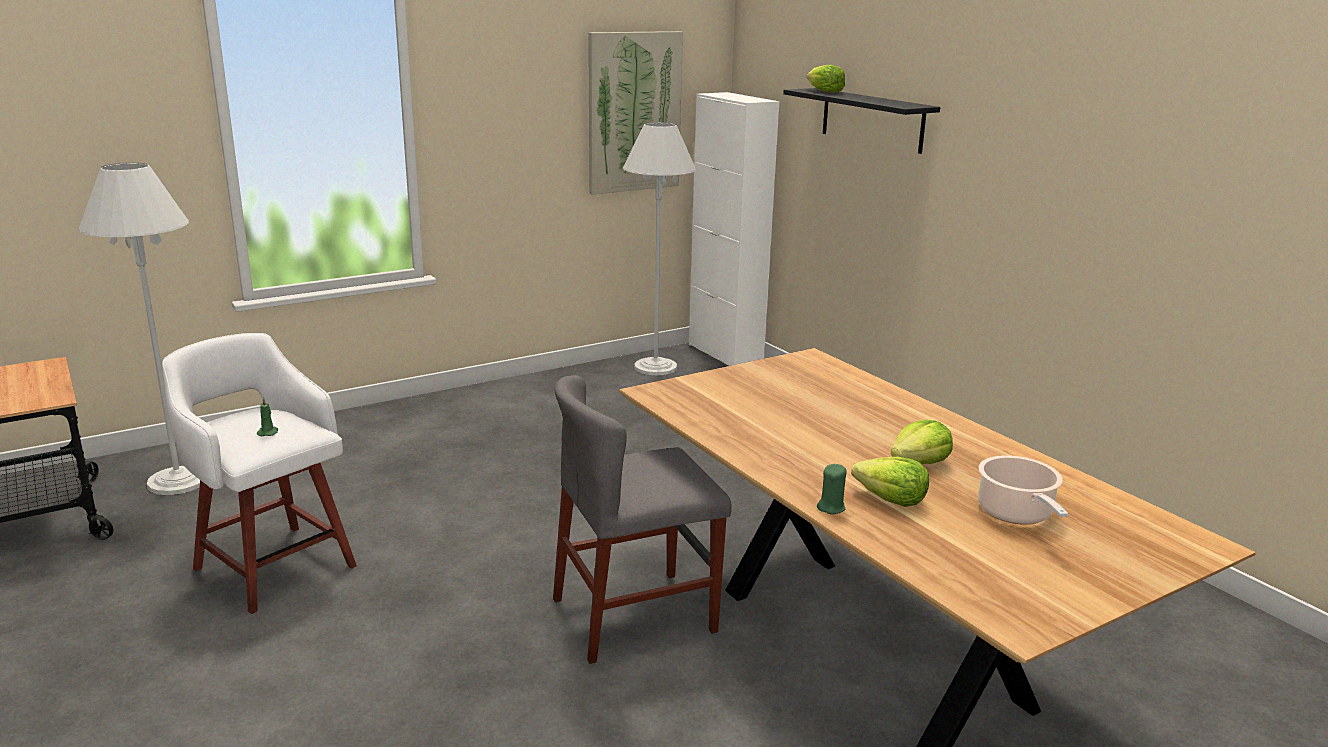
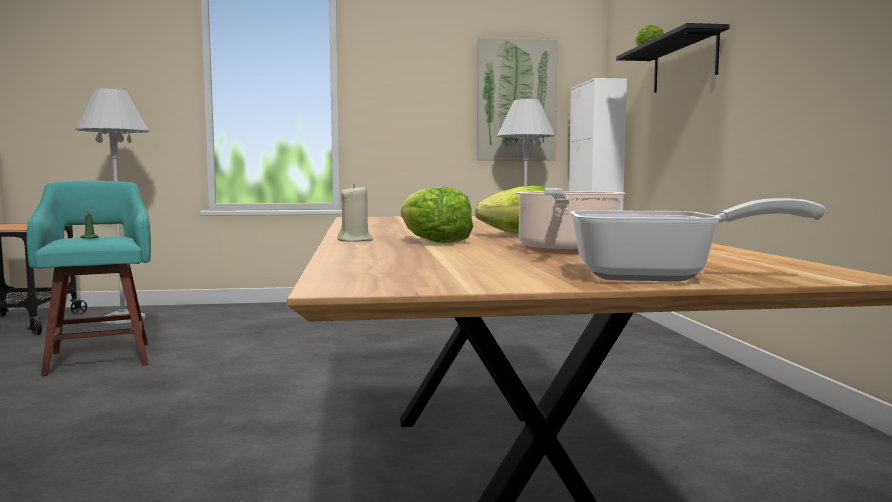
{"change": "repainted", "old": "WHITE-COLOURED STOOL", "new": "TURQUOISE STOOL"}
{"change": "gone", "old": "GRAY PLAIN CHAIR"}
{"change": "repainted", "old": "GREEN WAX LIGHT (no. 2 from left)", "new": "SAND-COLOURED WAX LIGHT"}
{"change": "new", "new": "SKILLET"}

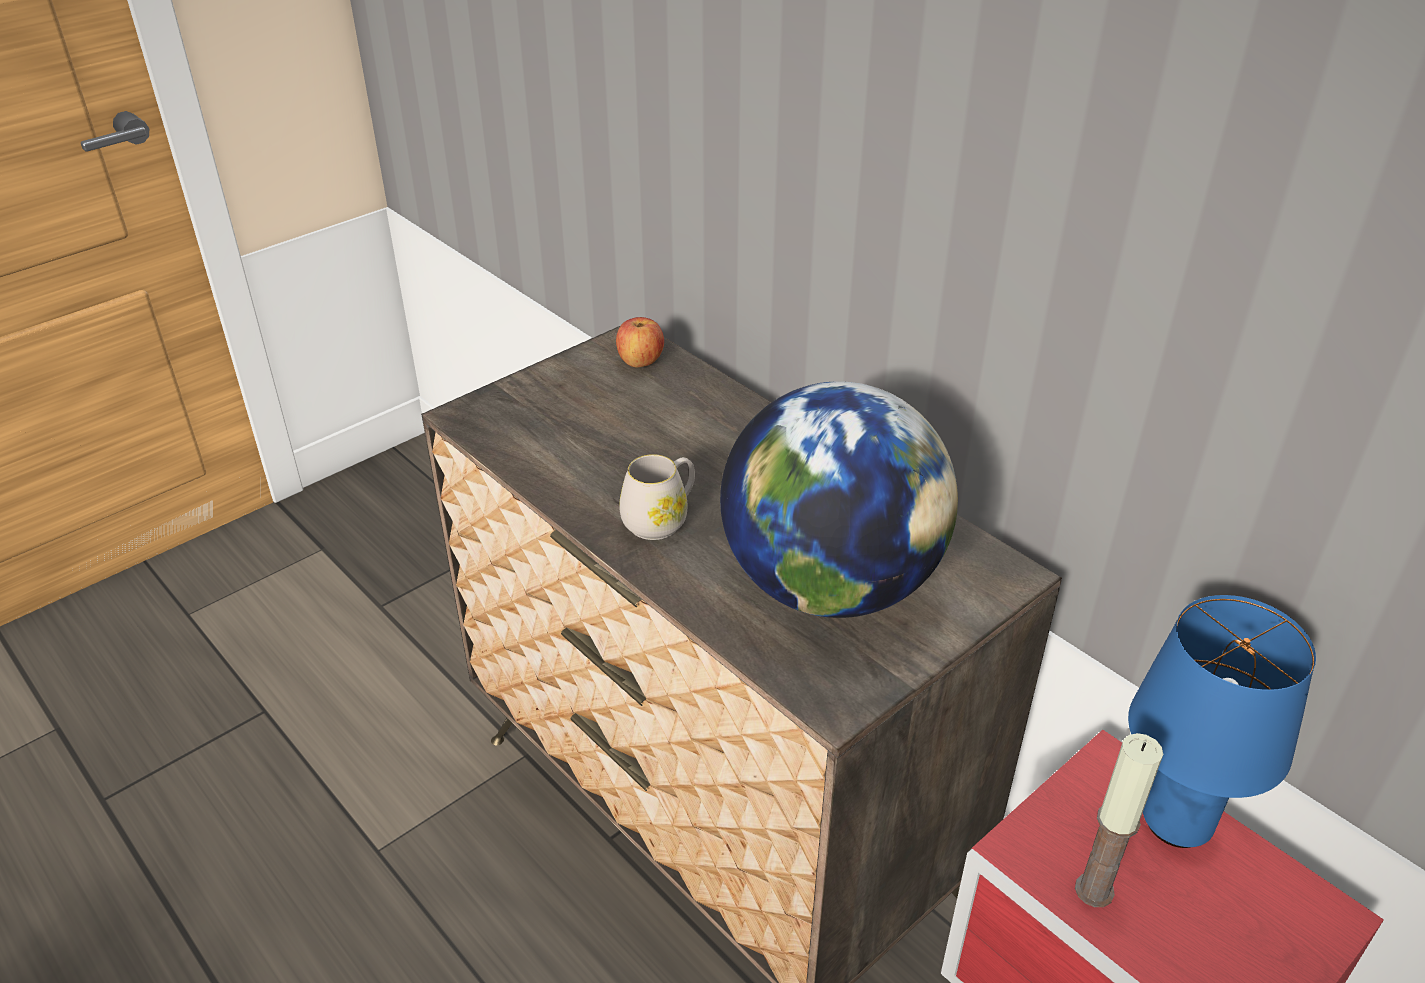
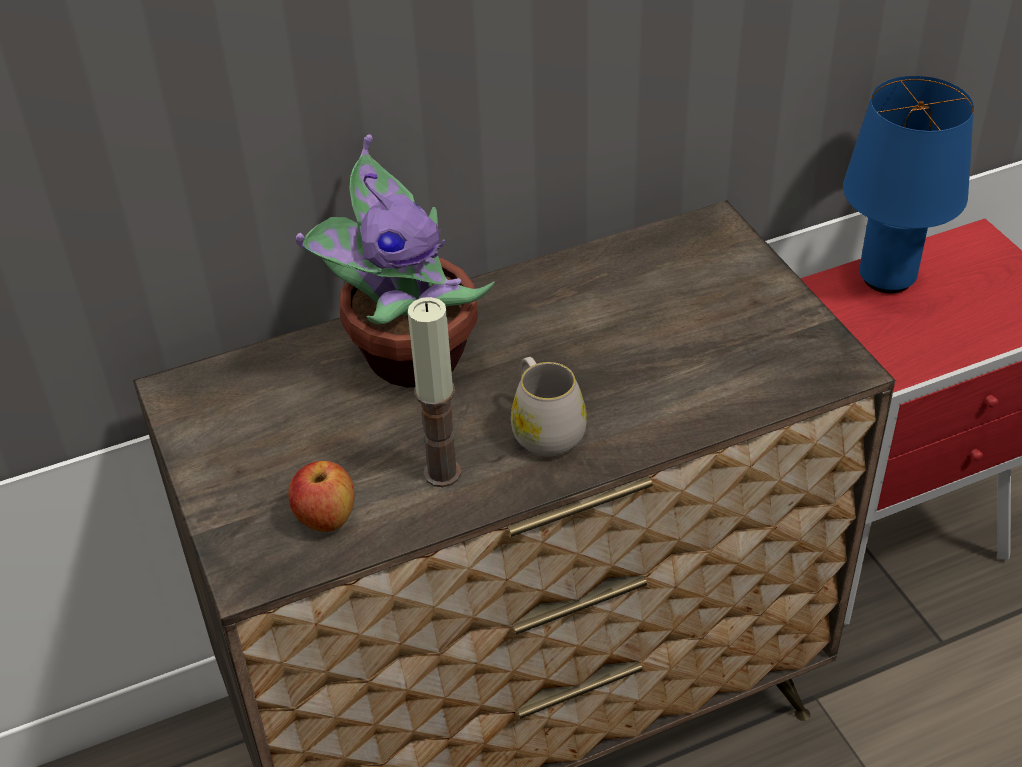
{"change": "shifted", "old": "APPLE"}
{"change": "gone", "old": "GLOBE"}
{"change": "shifted", "old": "WAX LIGHT"}
{"change": "new", "new": "POTTED PLANT"}

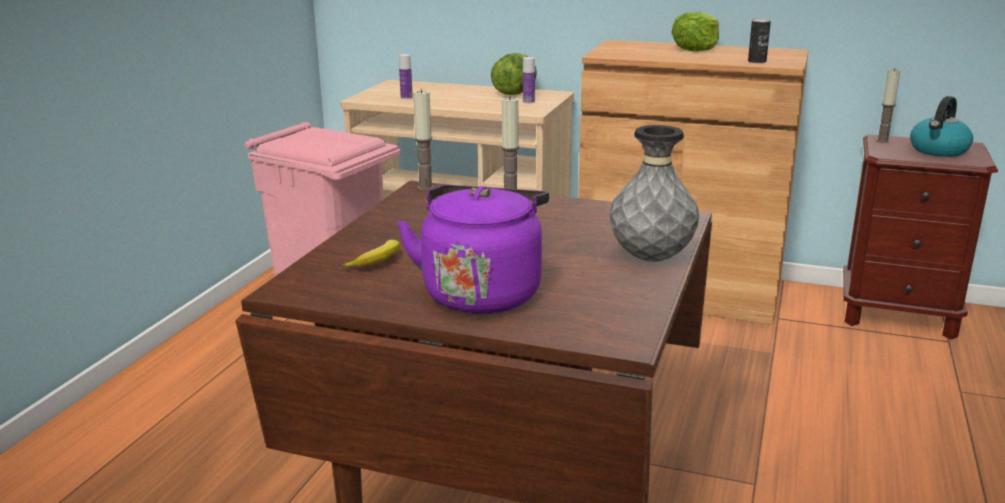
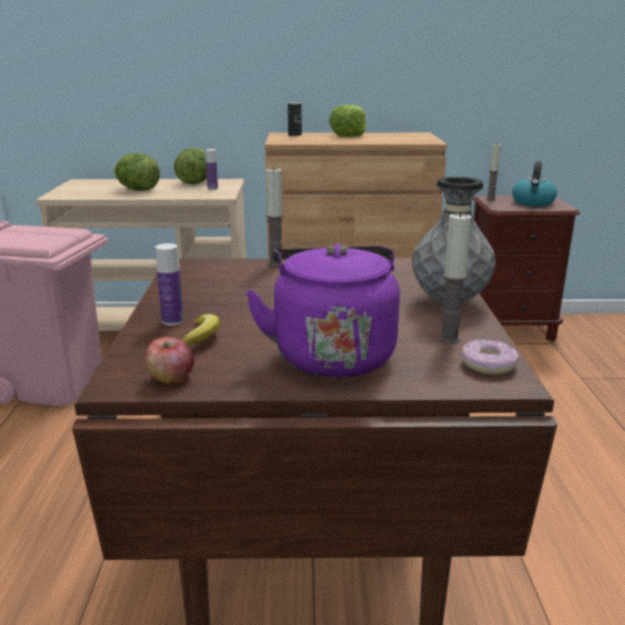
{"change": "shifted", "old": "METAL CAN"}
{"change": "shifted", "old": "DRINK BOTTLE (no. 1 from left)"}
{"change": "shifted", "old": "WAX LIGHT (no. 1 from left in the first image)", "new": "WAX LIGHT (no. 2 from left)"}
{"change": "new", "new": "HEAD OF LETTUCE (no. 1 from left)"}
{"change": "new", "new": "APPLE"}
{"change": "new", "new": "DONUT"}

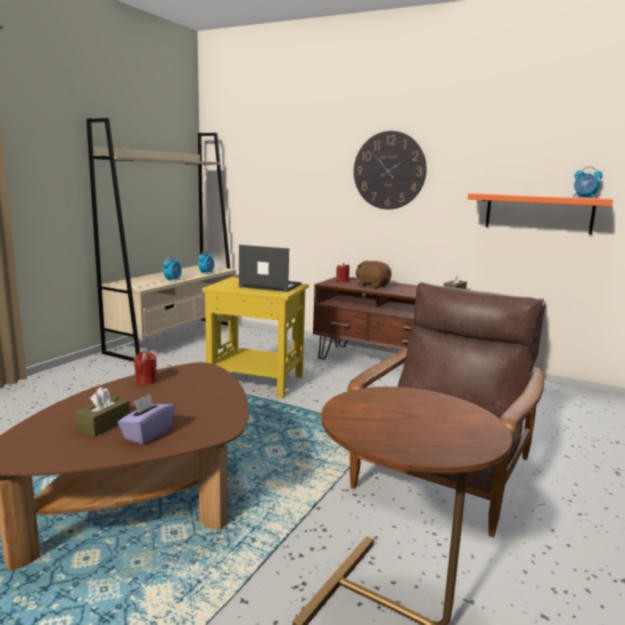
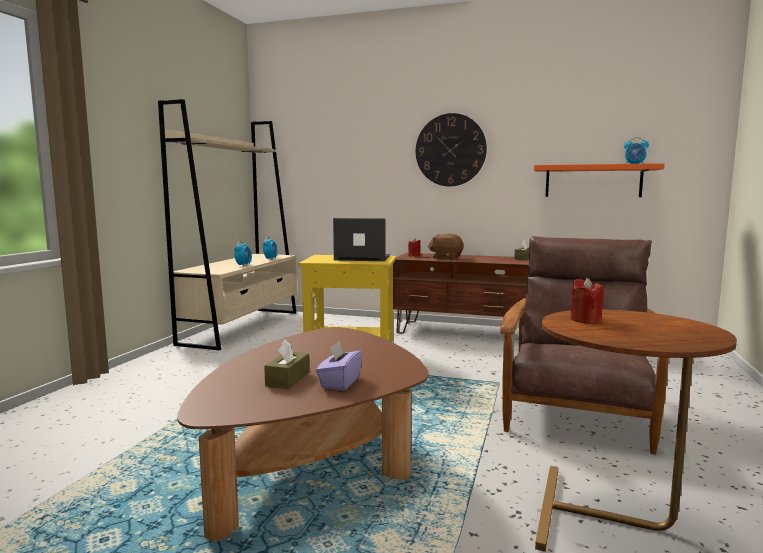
{"change": "shifted", "old": "RED WAX LIGHT (no. 1 from left in the first image)", "new": "RED WAX LIGHT (no. 2 from left)"}

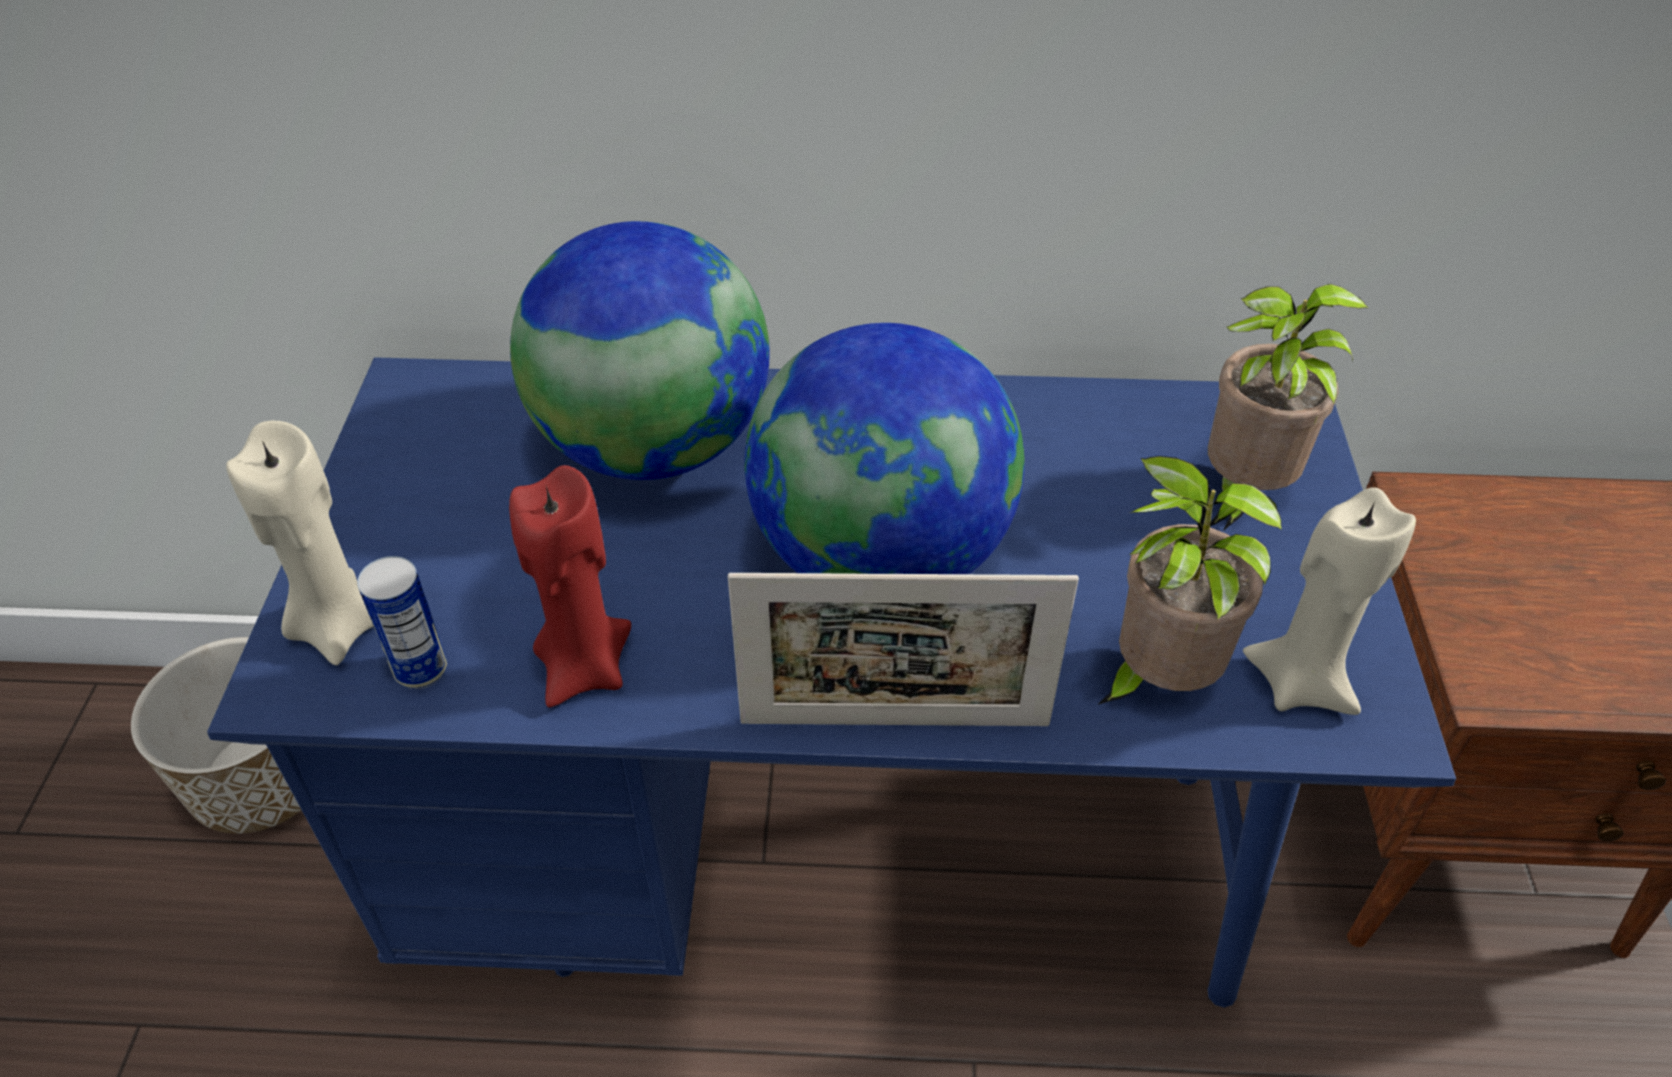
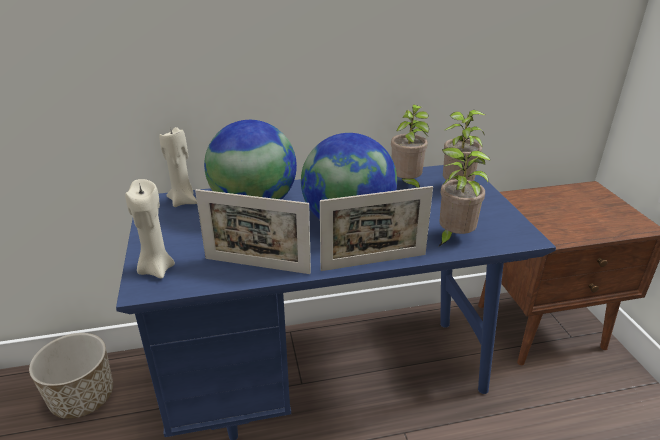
{"change": "swapped", "old": "RED WAX LIGHT", "new": "PHOTO FRAME (no. 1 from left)"}
{"change": "shifted", "old": "SAND-COLOURED WAX LIGHT (no. 2 from left)"}
{"change": "gone", "old": "METAL CAN"}
{"change": "new", "new": "POTTED PLANT (no. 1 from left)"}

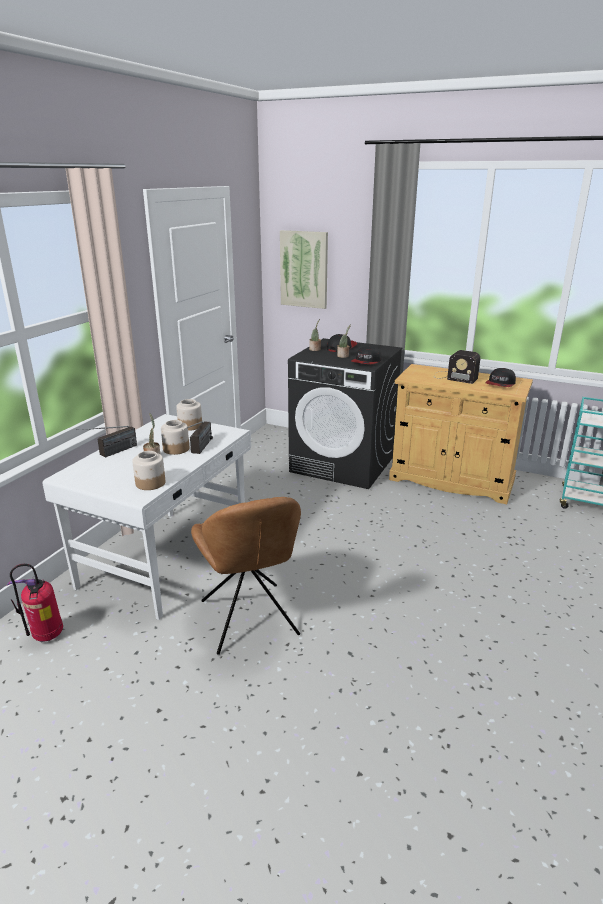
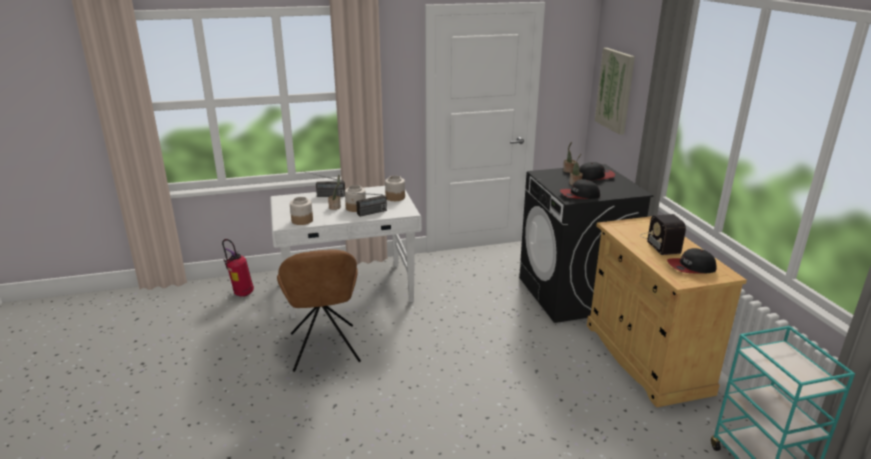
{"change": "rotated", "old": "BROWNISH PLAIN CHAIR", "degrees": -45}

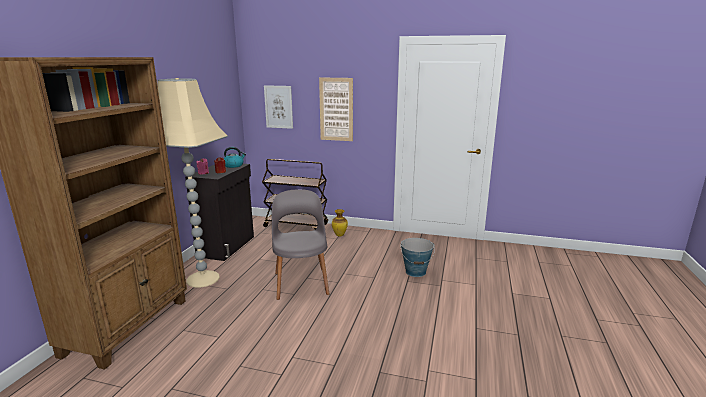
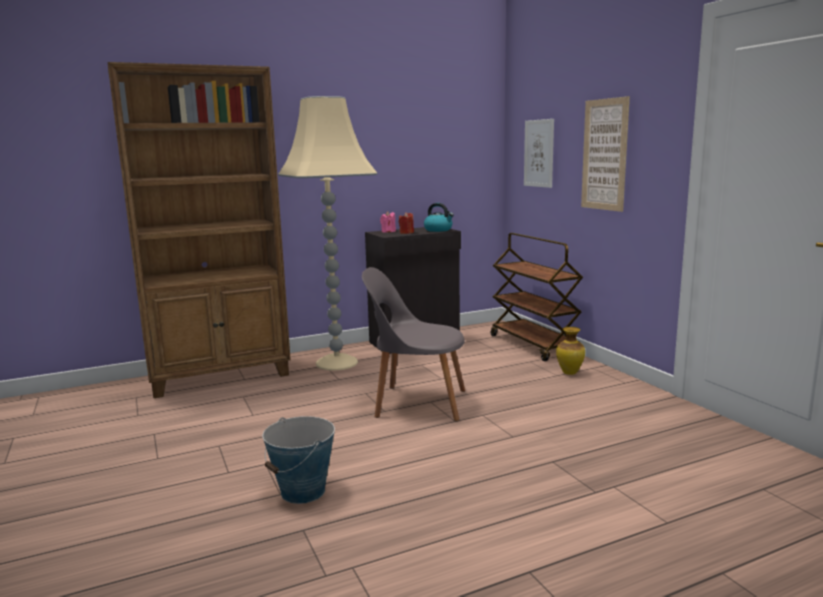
{"change": "rotated", "old": "GRAY PLAIN CHAIR", "degrees": -120}
{"change": "shifted", "old": "PAIL"}

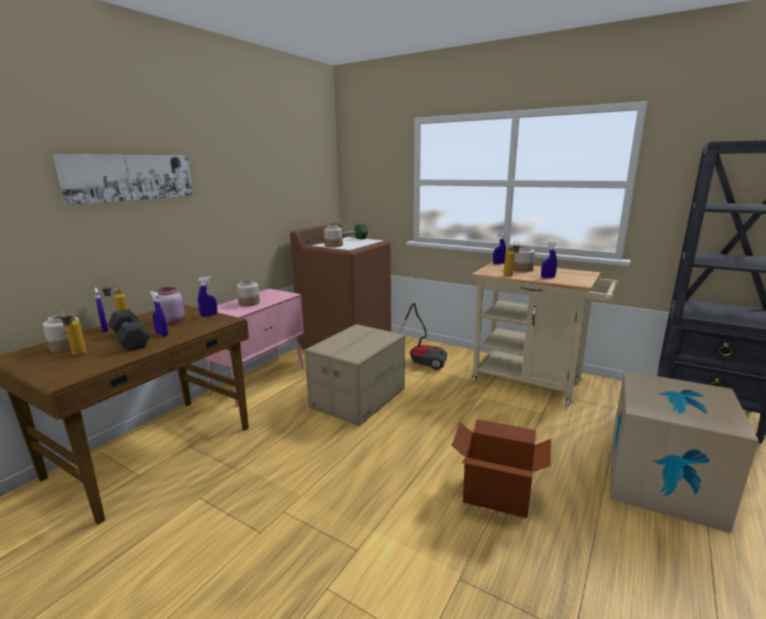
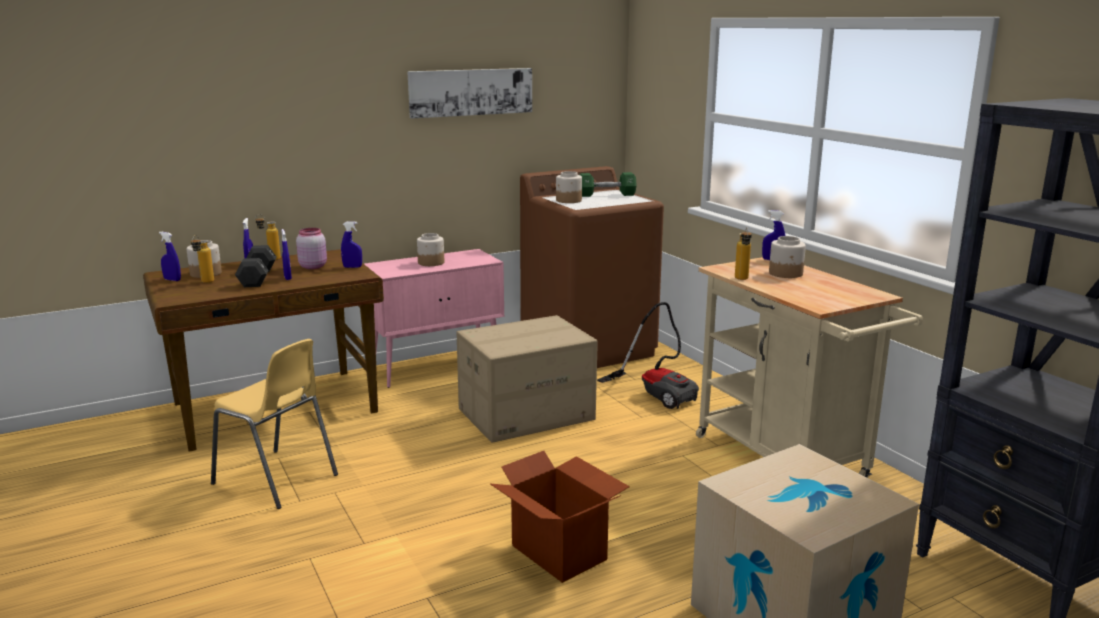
{"change": "shifted", "old": "WALL PICTURE"}
{"change": "shifted", "old": "BLUE HAND SPRAYER (no. 5 from left in the first image)", "new": "BLUE HAND SPRAYER (no. 1 from left)"}
{"change": "new", "new": "YELLOWISH PLAIN CHAIR"}

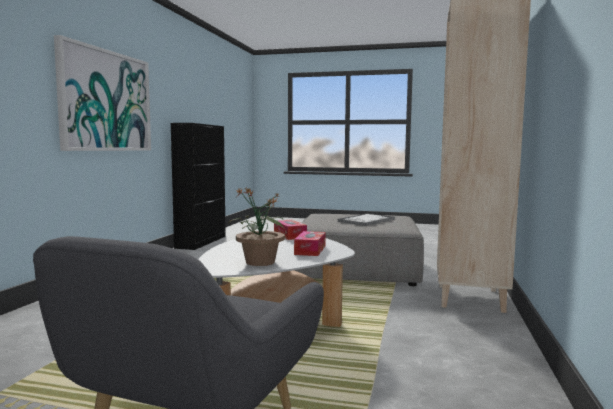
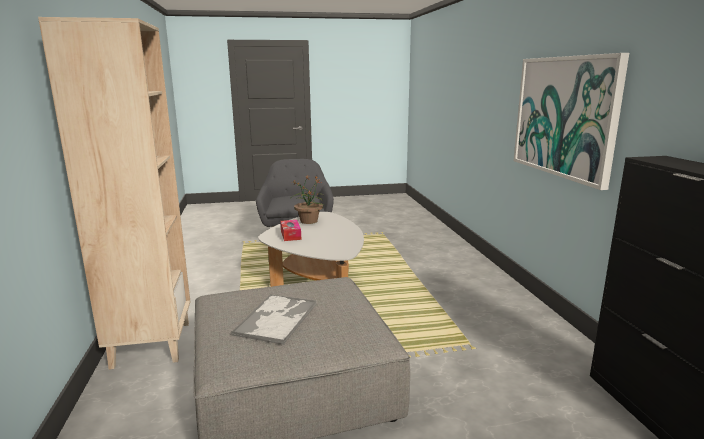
{"change": "gone", "old": "BOX OF TISSUES (no. 1 from left)"}

